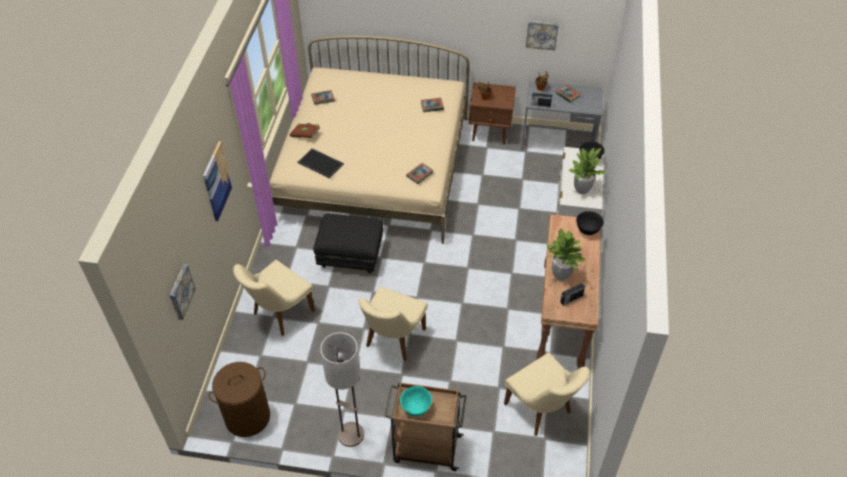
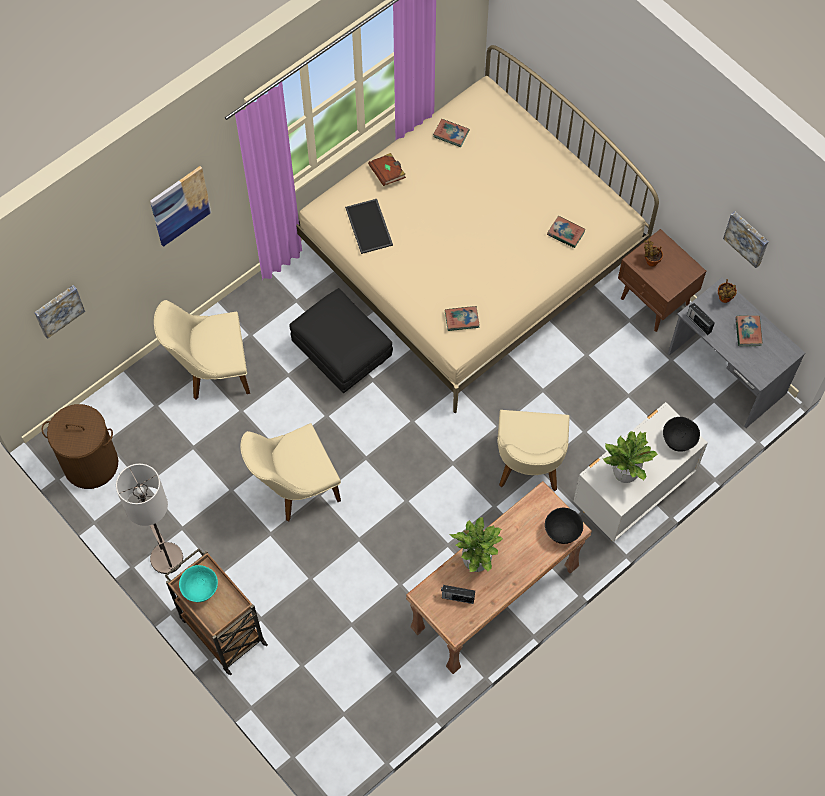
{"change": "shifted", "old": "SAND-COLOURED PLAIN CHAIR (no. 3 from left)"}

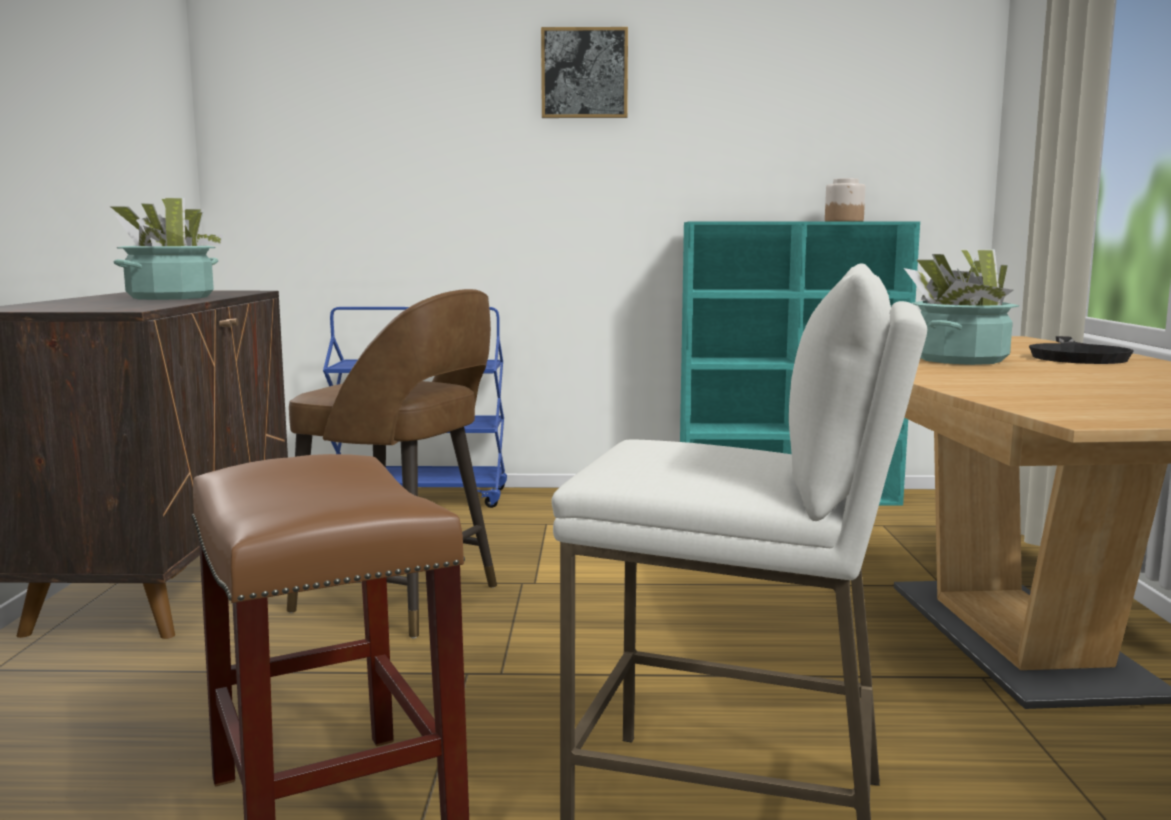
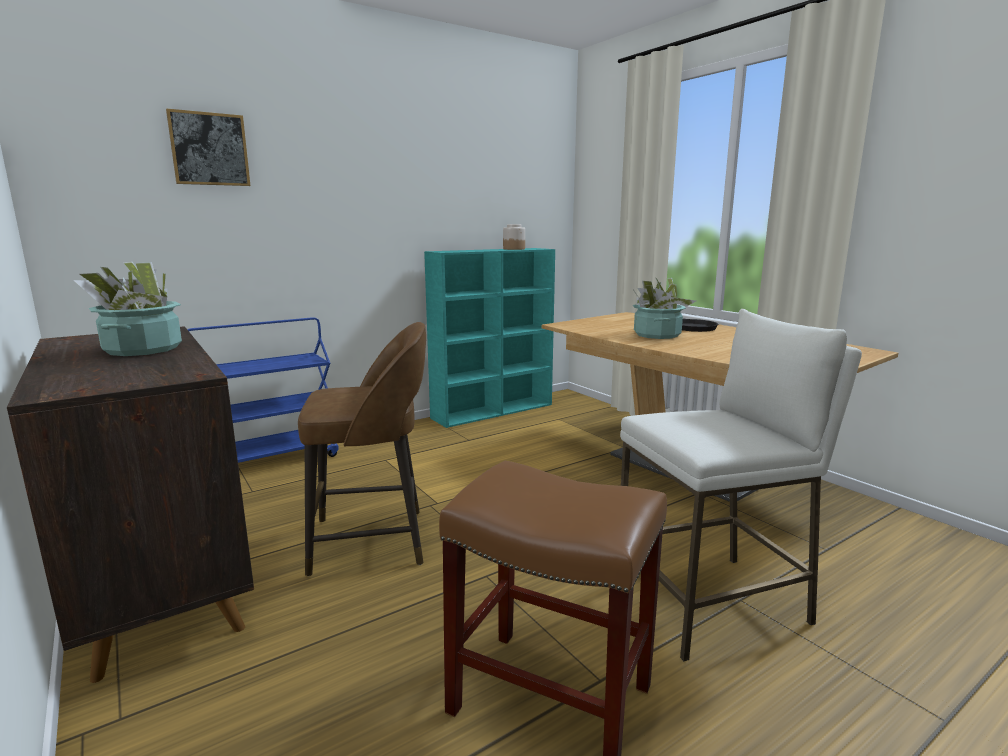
{"change": "shifted", "old": "WALL PICTURE"}

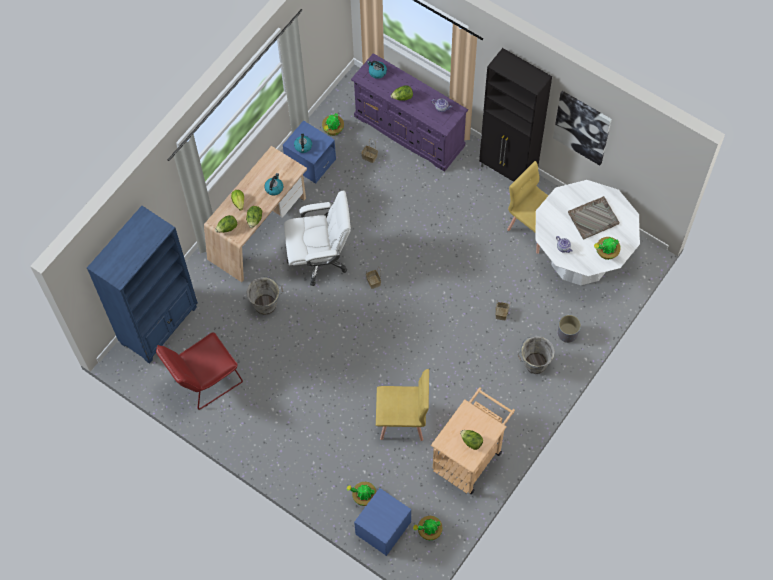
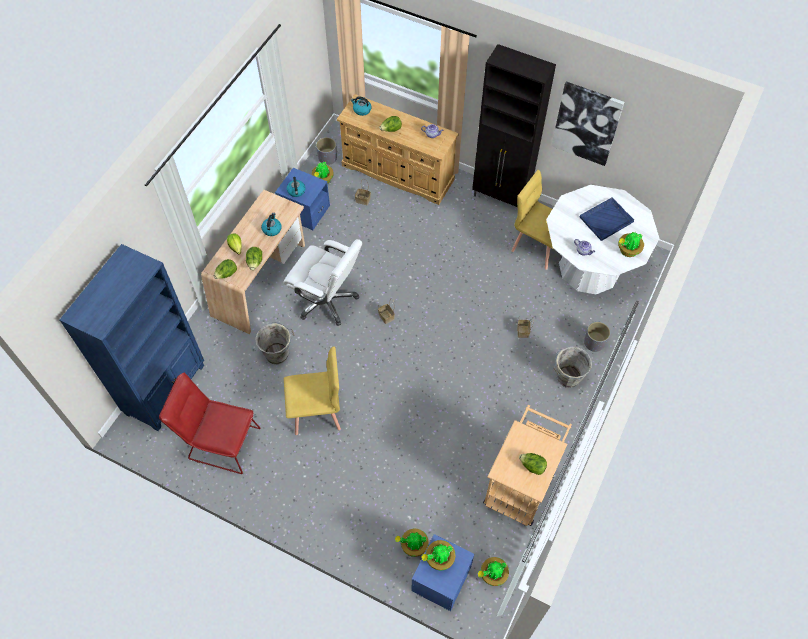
{"change": "repainted", "old": "PURPLISH CHEST OF DRAWERS", "new": "SAND-COLOURED CHEST OF DRAWERS"}
{"change": "rotated", "old": "WHITE-COLOURED COMPUTER CHAIR", "degrees": 45}
{"change": "repainted", "old": "GRAY CARRYING TRAY", "new": "BLUE CARRYING TRAY"}
{"change": "rotated", "old": "RED PLAIN CHAIR", "degrees": 60}
{"change": "shifted", "old": "YELLOWISH PLAIN CHAIR (no. 1 from left)"}
{"change": "new", "new": "GRAY FLOWER POT (no. 1 from left)"}
{"change": "new", "new": "POTTED PLANT (no. 3 from left)"}

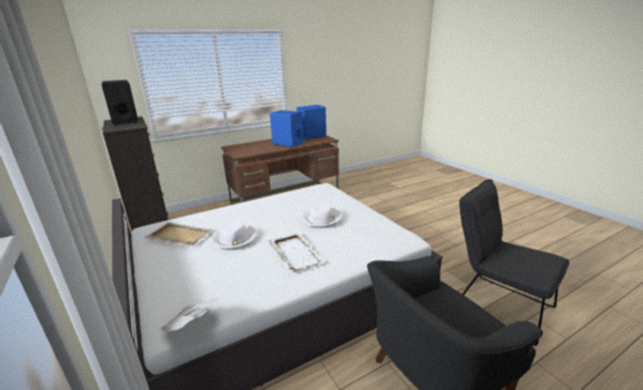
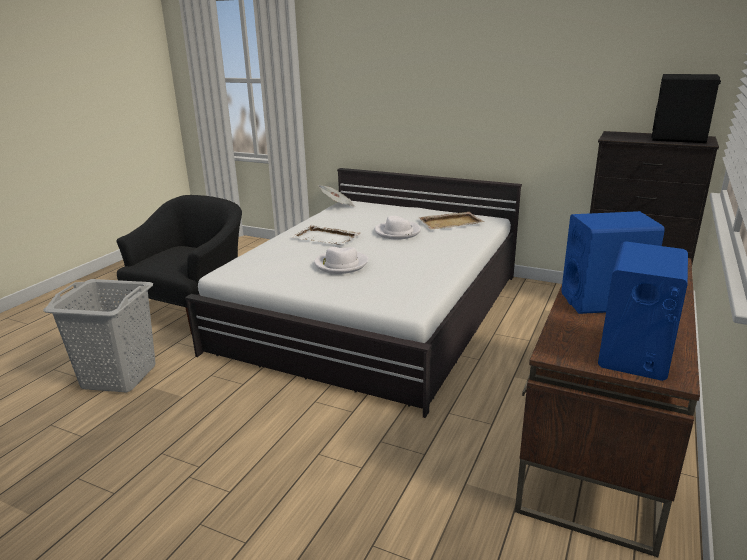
{"change": "swapped", "old": "BLACKISH PLAIN CHAIR", "new": "GRAY WASHING BASKET"}

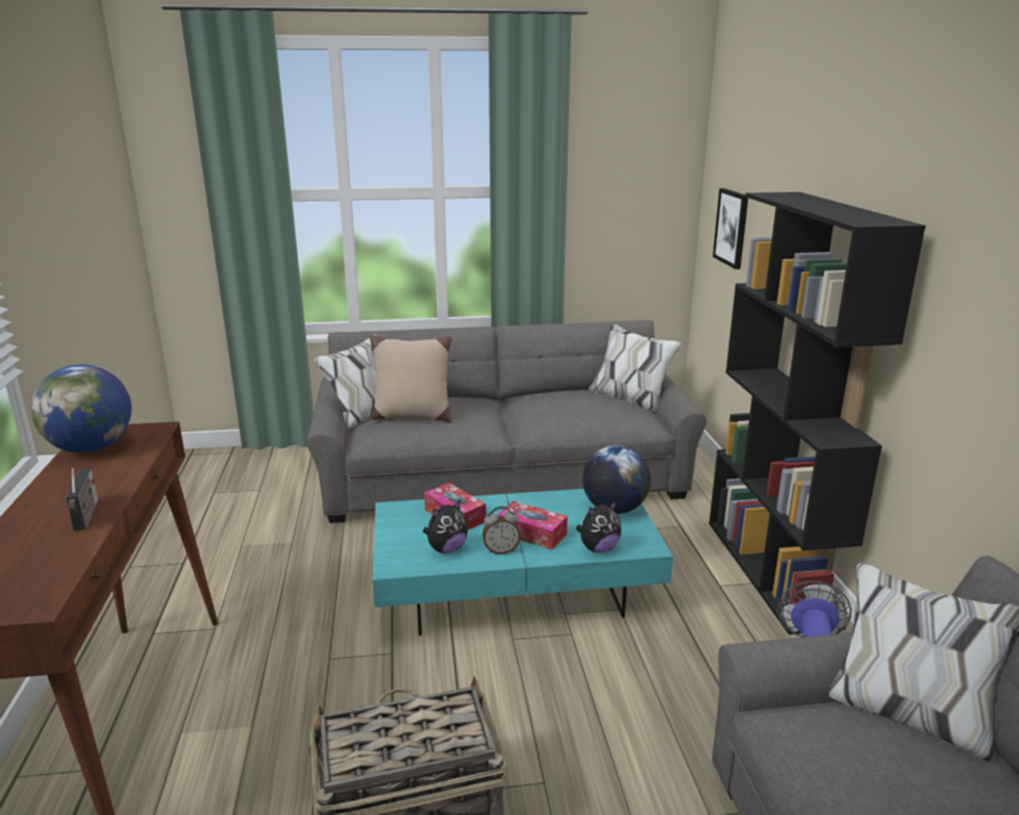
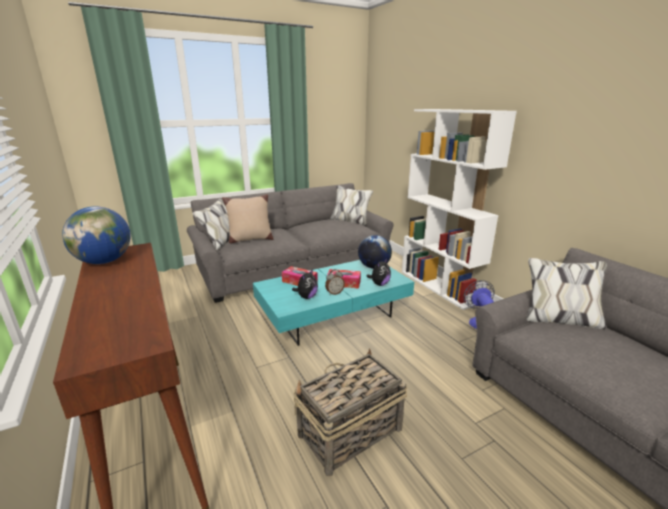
{"change": "gone", "old": "WALL PICTURE"}
{"change": "repainted", "old": "BLACKISH BOOKCASE", "new": "WHITE-COLOURED BOOKCASE"}
{"change": "gone", "old": "RADIO RECEIVER"}

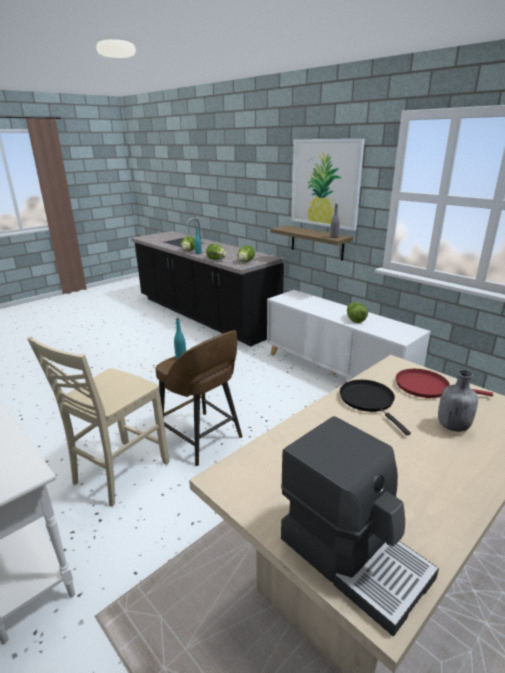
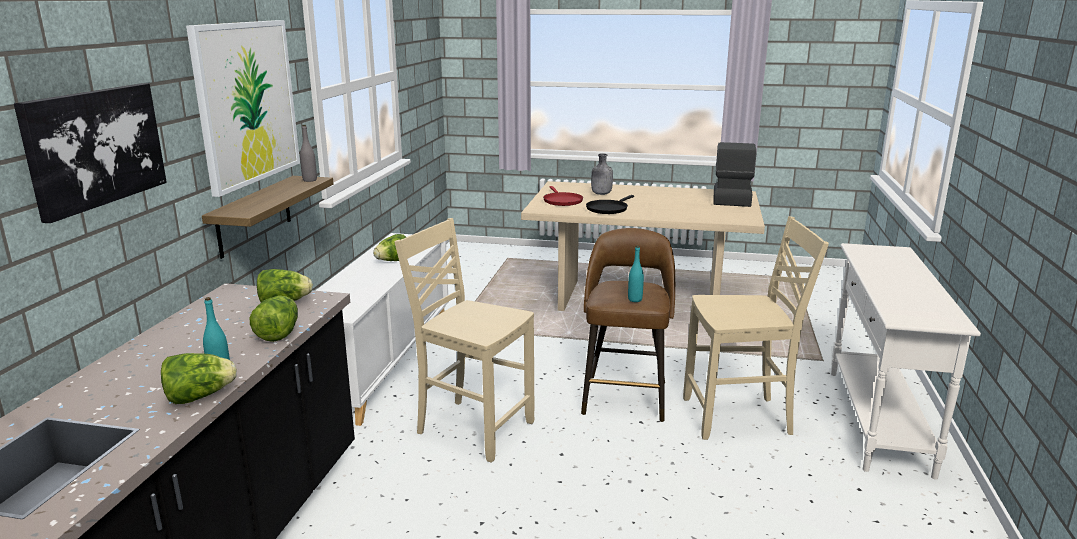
{"change": "new", "new": "WALL PICTURE (no. 1 from left)"}
{"change": "new", "new": "SAND-COLOURED PLAIN CHAIR (no. 1 from left)"}

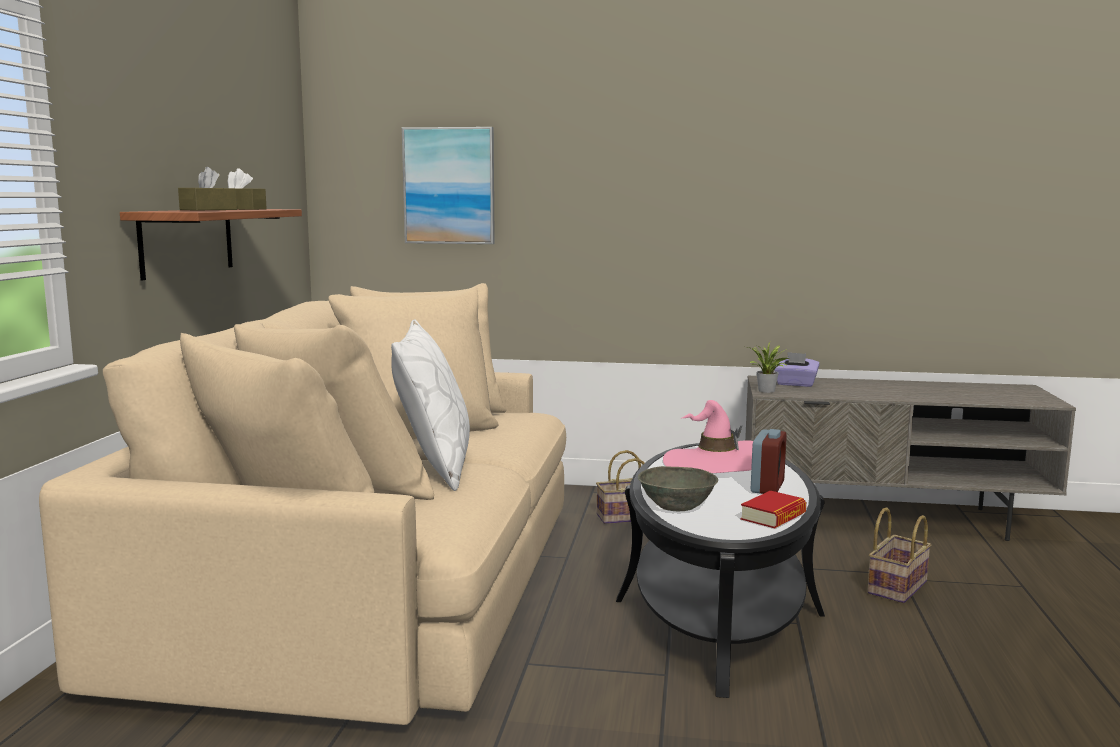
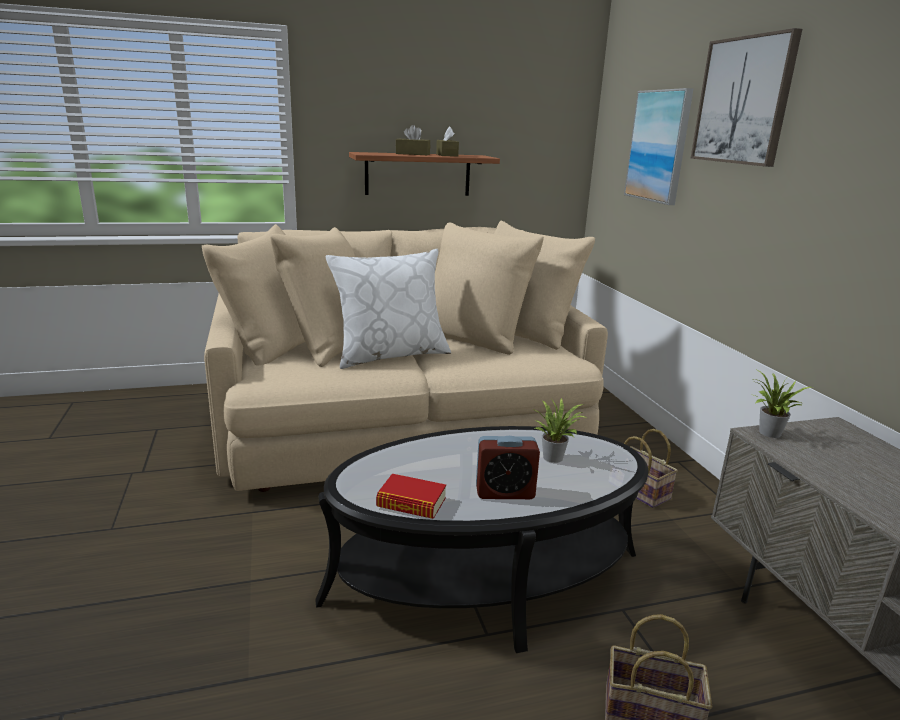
{"change": "gone", "old": "PURPLISH BOX OF TISSUES"}
{"change": "swapped", "old": "PINK-COLOURED CLOTHING HAT", "new": "POTTED PLANT (no. 1 from left)"}
{"change": "gone", "old": "GRAY SERVING BOWL"}
{"change": "new", "new": "WALL PICTURE (no. 2 from left)"}

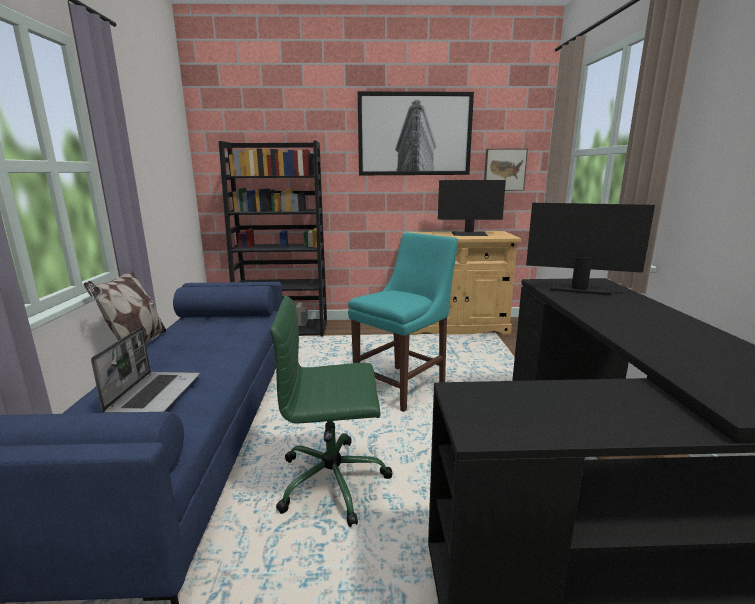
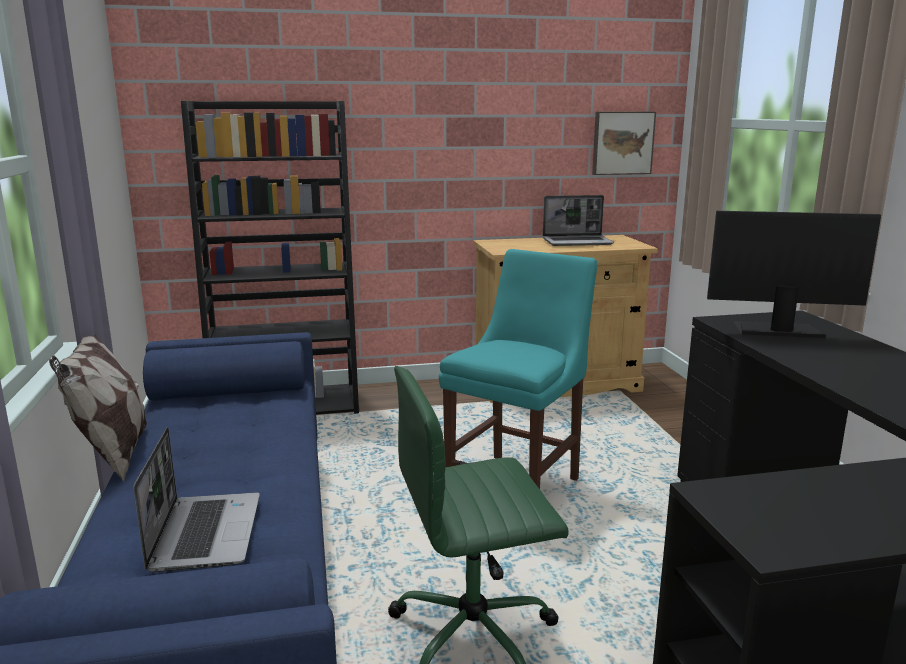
{"change": "gone", "old": "WALL PICTURE (no. 1 from left)"}
{"change": "swapped", "old": "COMPUTER DISPLAY (no. 1 from left)", "new": "NOTEBOOK COMPUTER (no. 2 from left)"}

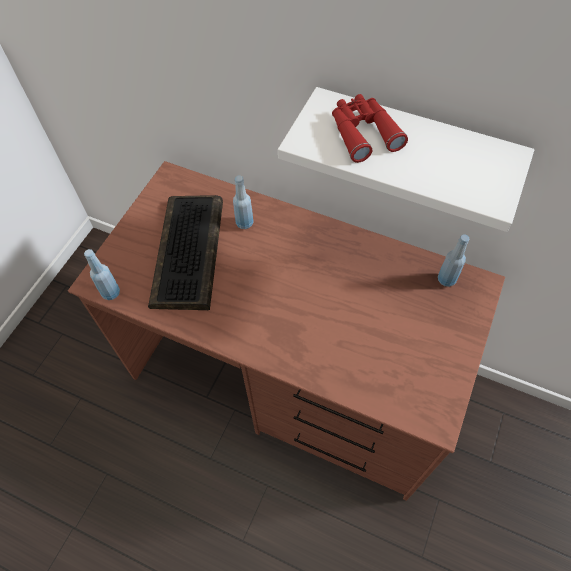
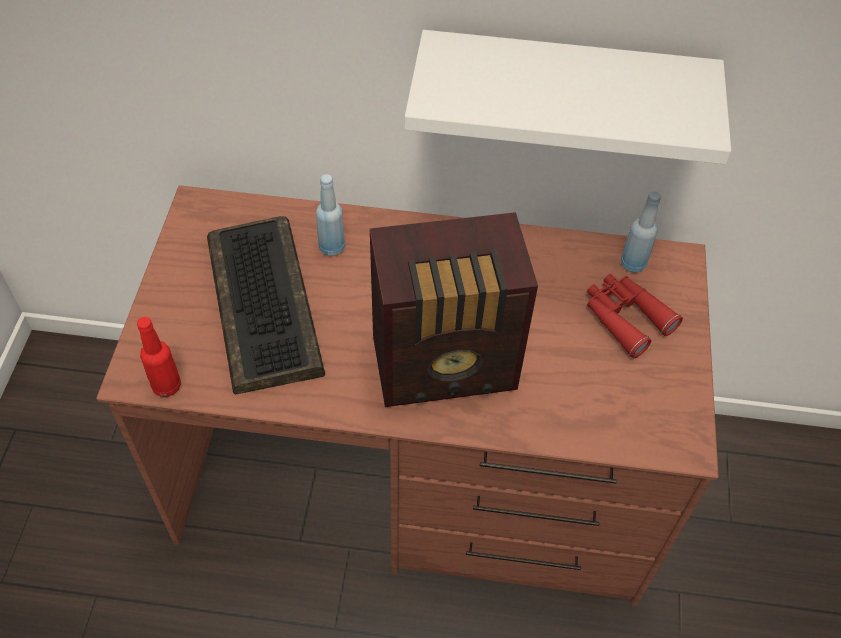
{"change": "shifted", "old": "RED PAIR OF BINOCULARS"}
{"change": "repainted", "old": "BLUE DRINK BOTTLE (no. 1 from left)", "new": "RED DRINK BOTTLE"}
{"change": "new", "new": "RADIO RECEIVER"}

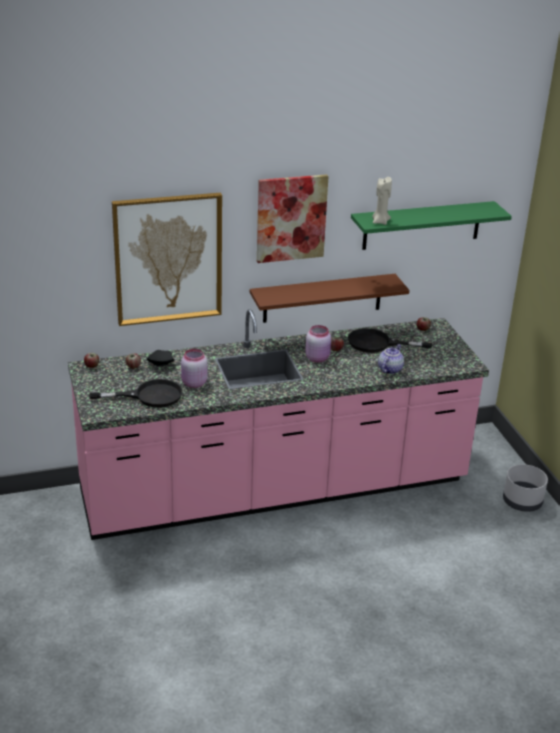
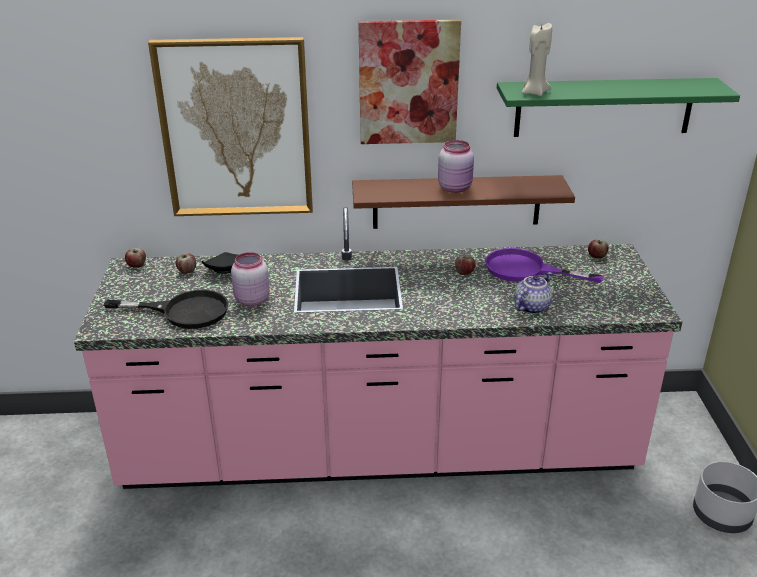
{"change": "shifted", "old": "PINK-COLOURED JAR (no. 2 from left)"}
{"change": "repainted", "old": "BLACKISH SKILLET (no. 2 from left)", "new": "PURPLISH SKILLET"}

